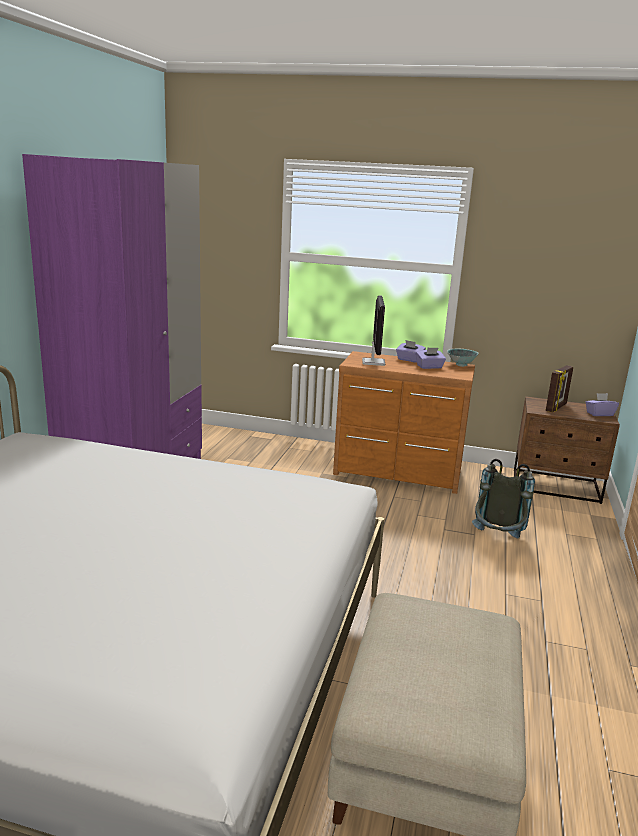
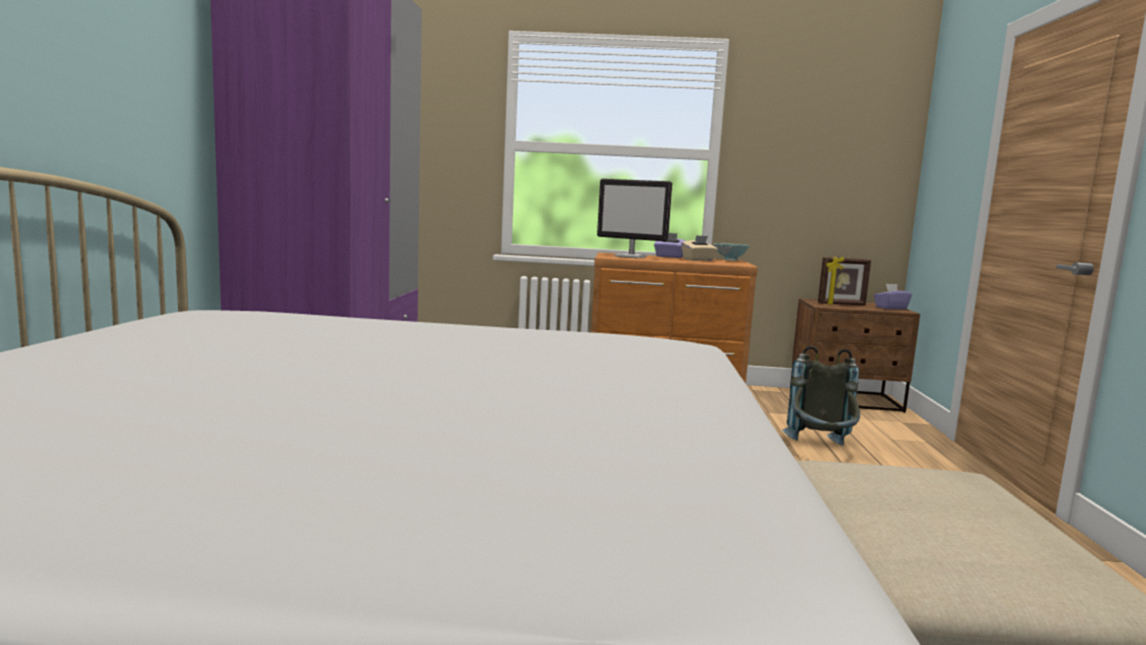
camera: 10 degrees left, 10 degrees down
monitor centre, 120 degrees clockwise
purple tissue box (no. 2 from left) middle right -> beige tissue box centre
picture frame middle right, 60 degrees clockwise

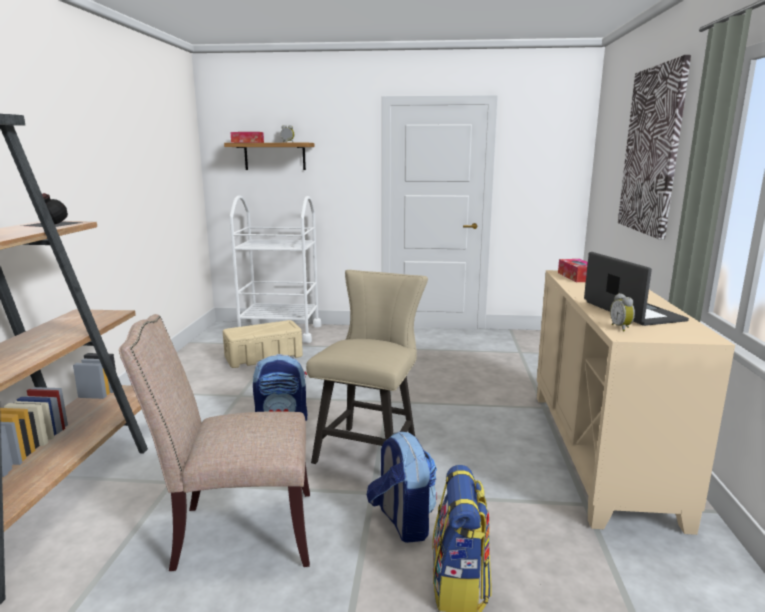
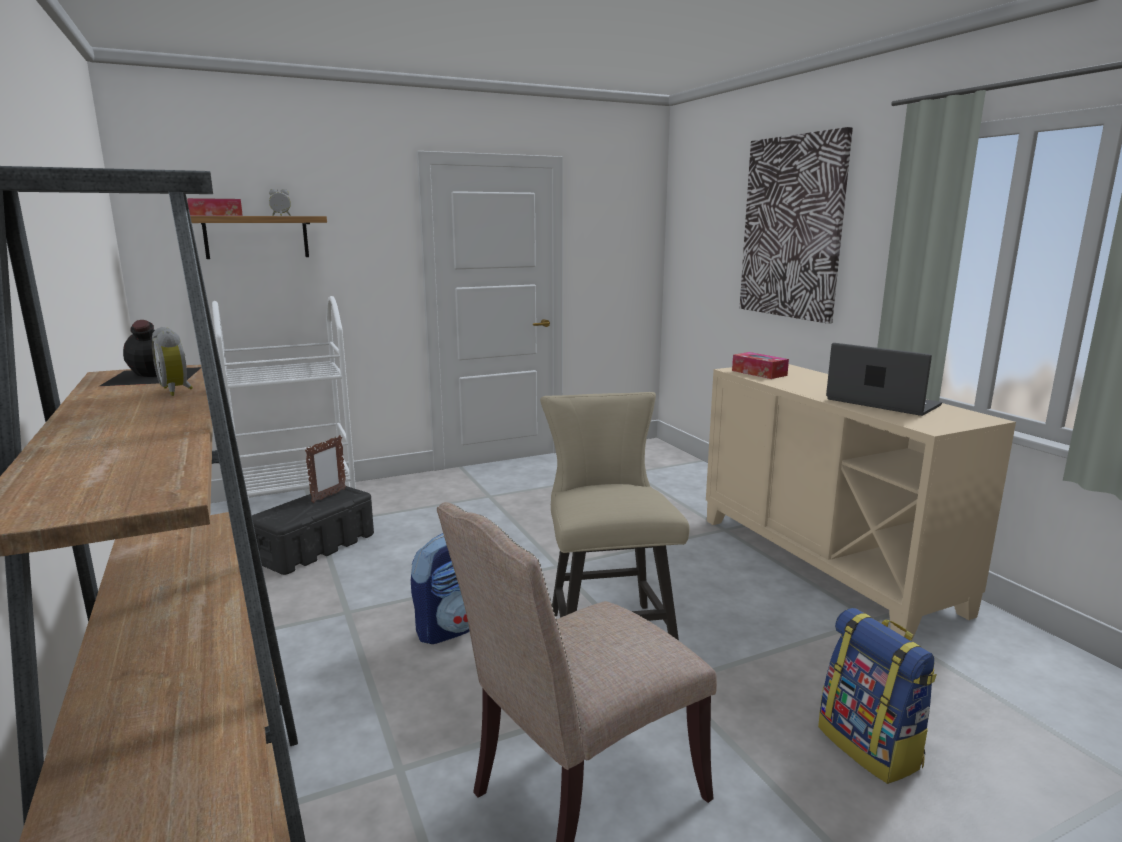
camera: 30 degrees left, 0 degrees up
alarm clock (no. 2 from left in the first image) middle right -> alarm clock (no. 1 from left) middle left, relocated
beige storage box centre -> black storage box middle left
none -> picture frame middle left
backpack (no. 2 from left) bottom centre -> none

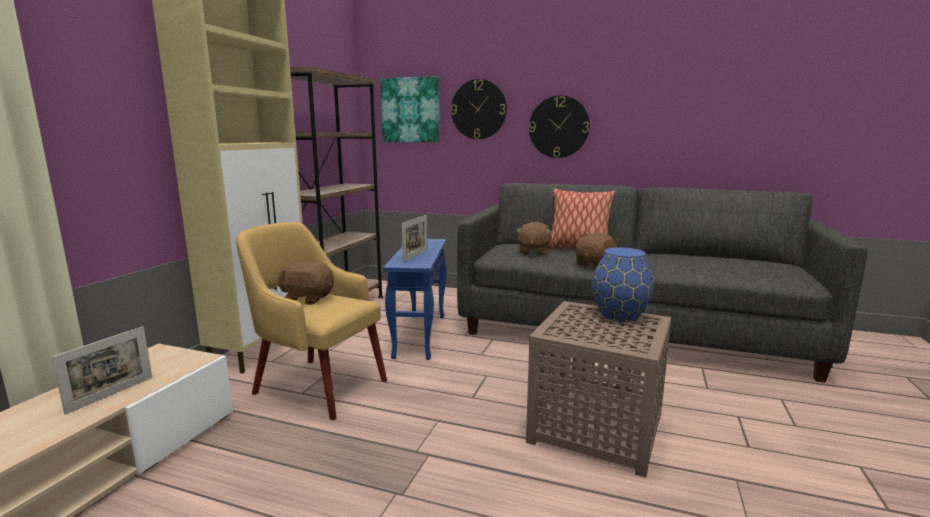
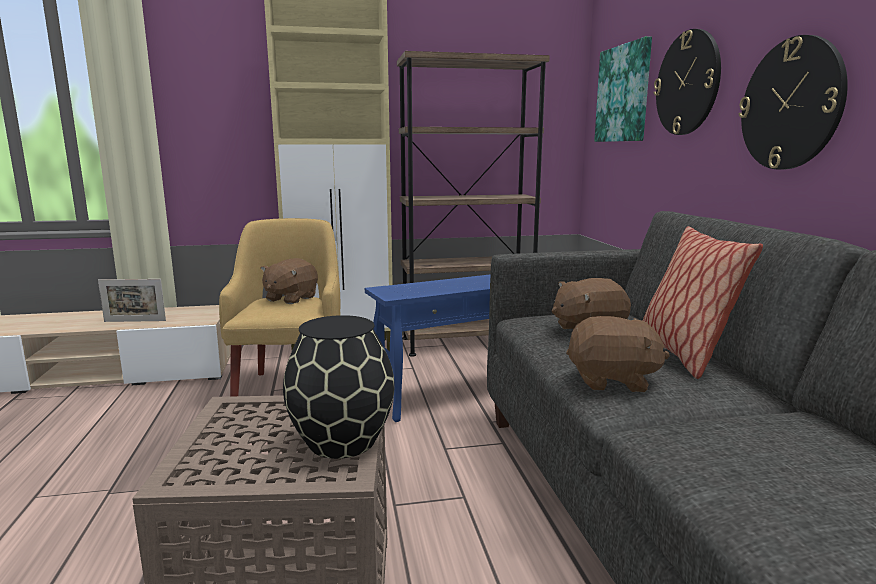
camera: 60 degrees right, 0 degrees up
brown plush toy (no. 1 from left) middle left, 135 degrees counterclockwise
blue vase middle right -> black vase centre
picture frame (no. 2 from left) centre -> none

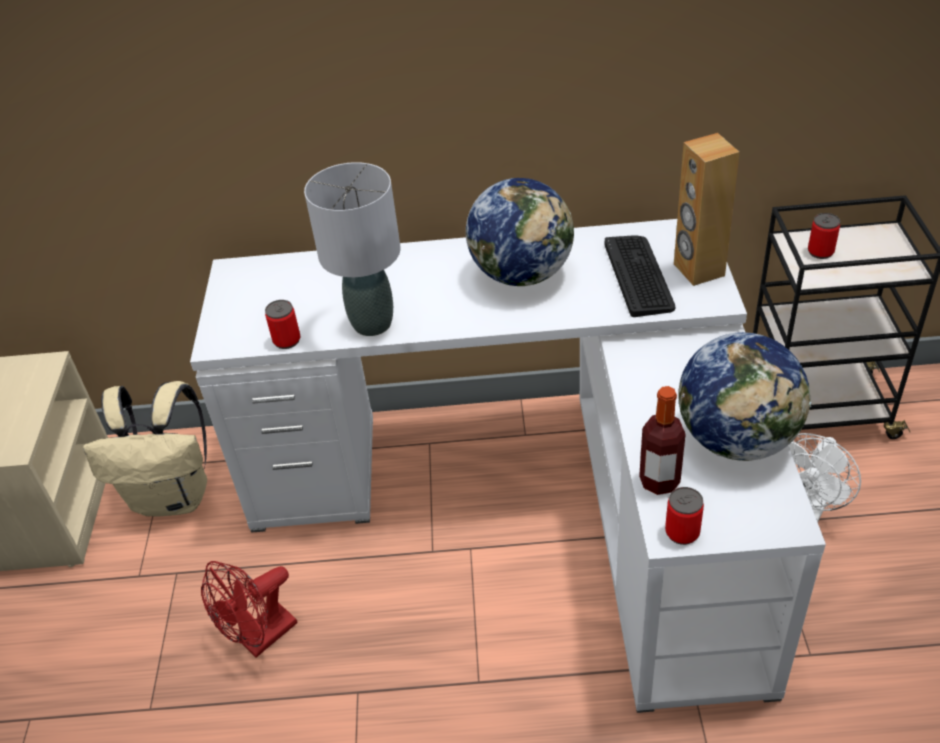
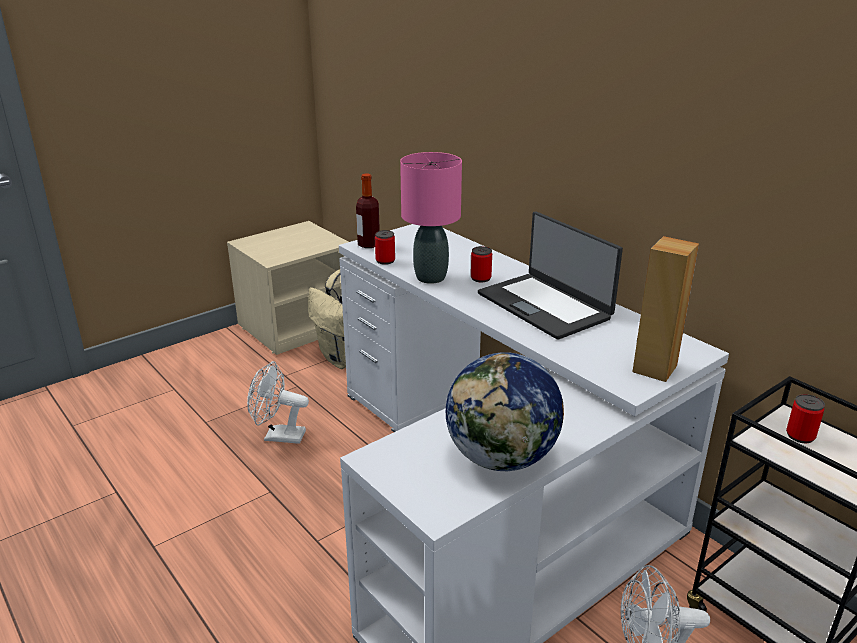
camera: 50 degrees right, 15 degrees down
red fan bottom left -> white fan (no. 1 from left) middle left
bottle middle right -> bottle top centre, relocated
grey table lamp centre -> pink table lamp centre
can (no. 2 from left) bottom right -> can (no. 2 from left) centre, relocated
globe (no. 1 from left) top centre -> laptop centre
keyboard middle right -> none

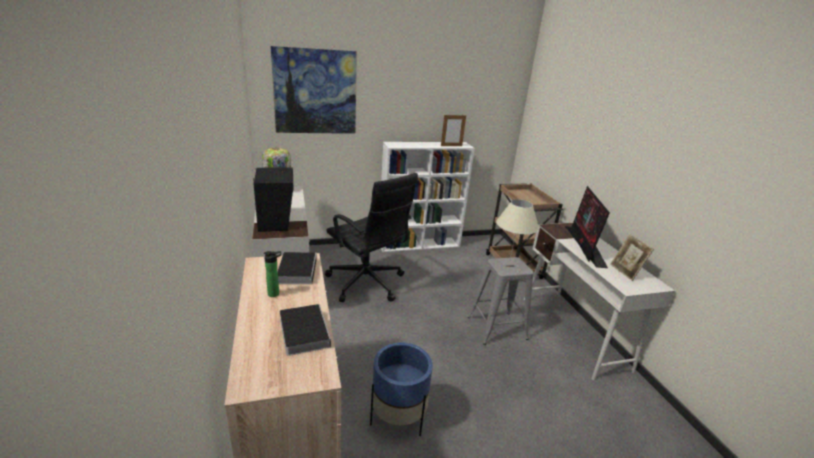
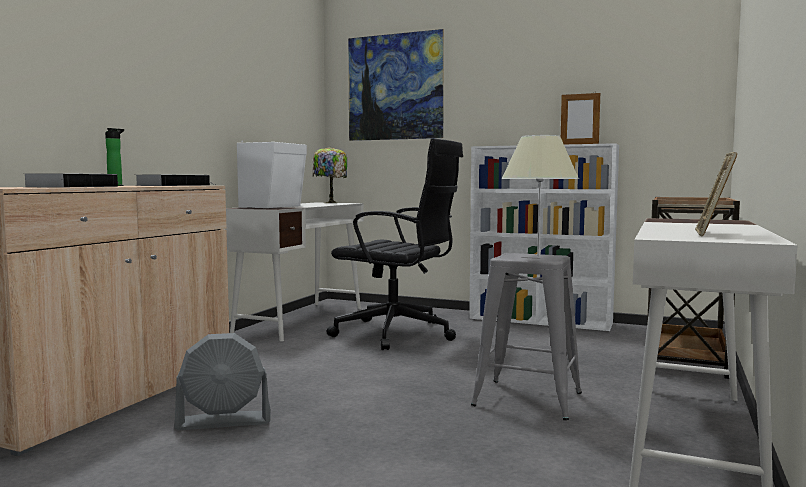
camera: 40 degrees right, 20 degrees down
blue planter bottom centre -> grey fan bottom left
black speaker centre -> white speaker centre
black office chair centre, 60 degrees counterclockwise
monitor middle right -> none

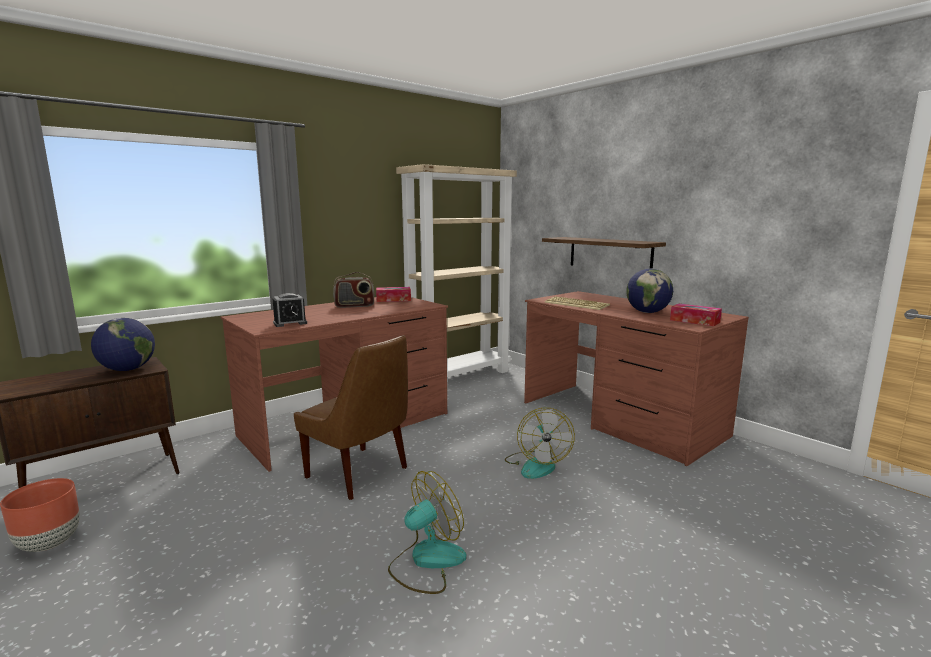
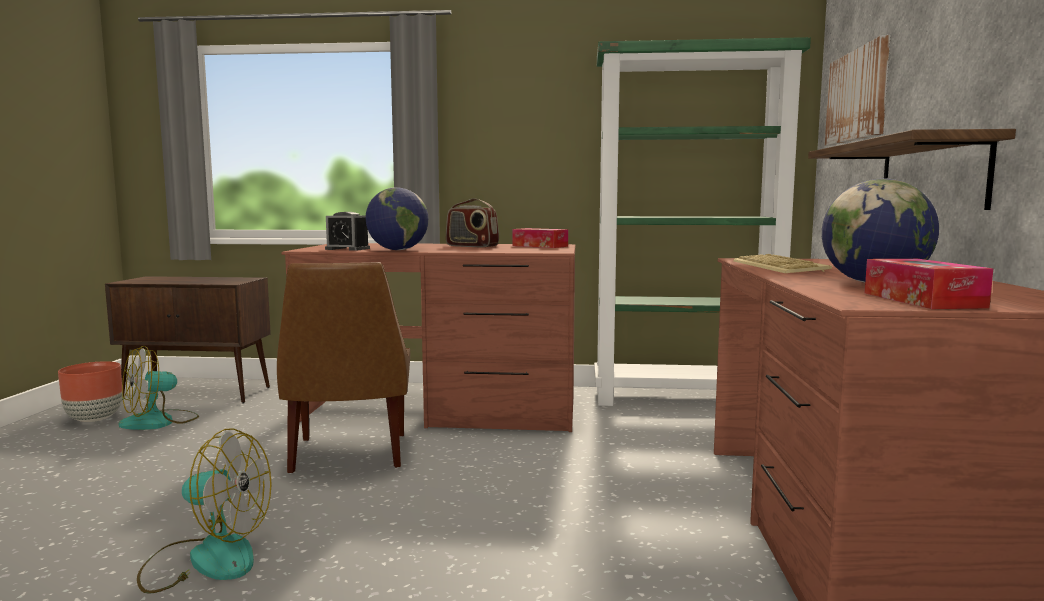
camera: 45 degrees right, 5 degrees down
fan (no. 2 from left in the first image) bottom centre -> fan (no. 1 from left) middle left, relocated
globe (no. 1 from left) middle left -> globe (no. 1 from left) centre, relocated
beige bookcase centre -> green bookcase middle right
none -> picture top right

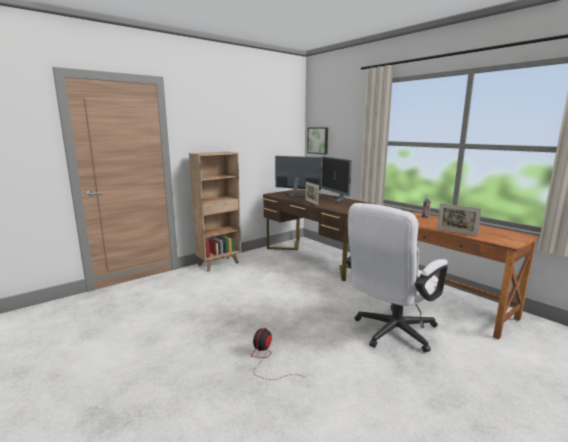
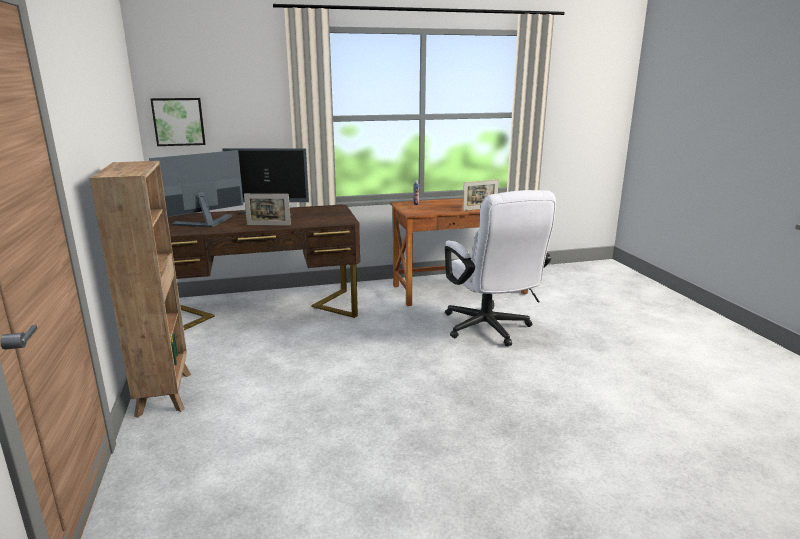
camera: 65 degrees left, 5 degrees up
fan bottom centre -> none

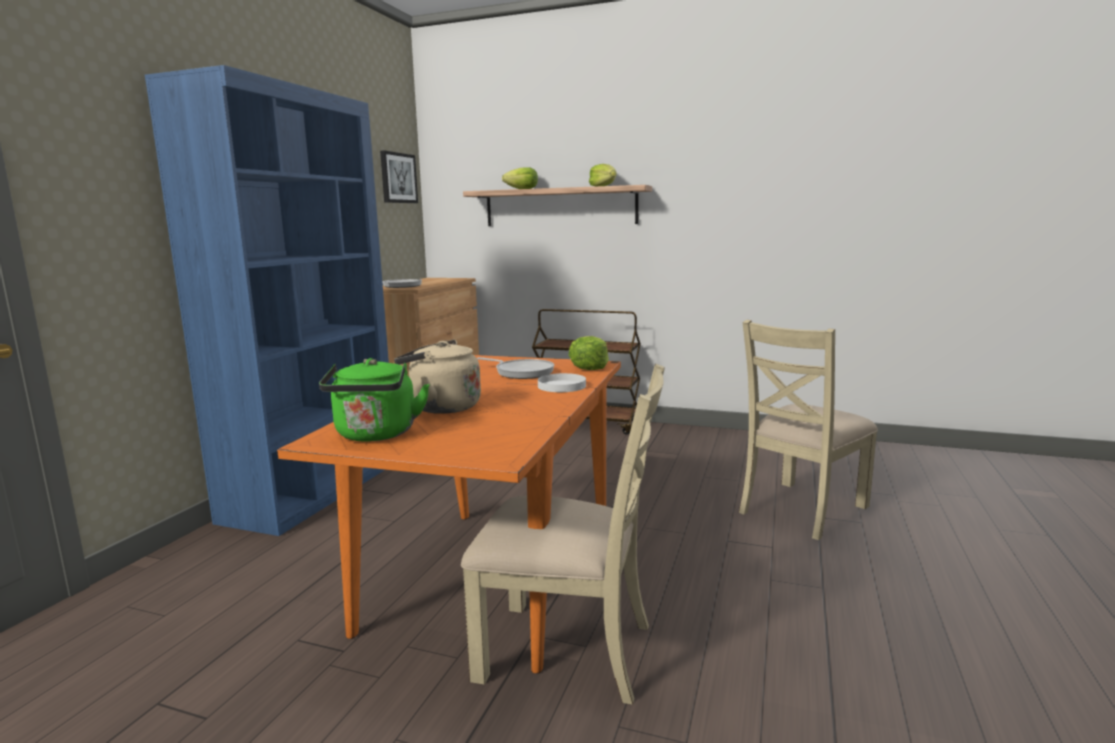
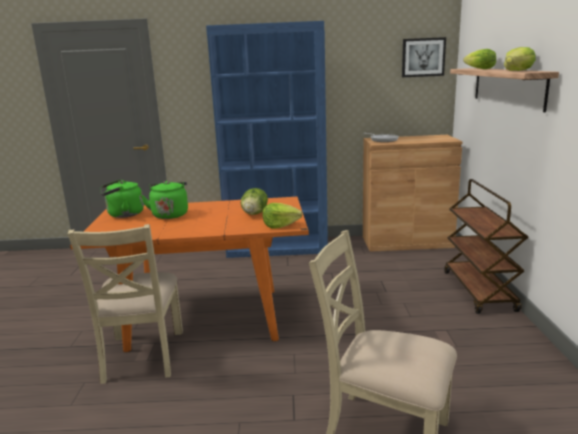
camera: 70 degrees right, 5 degrees up
beige kettle centre -> green kettle (no. 2 from left) middle left
frying pan (no. 2 from left) centre -> lettuce (no. 1 from left) centre
white plate centre -> none

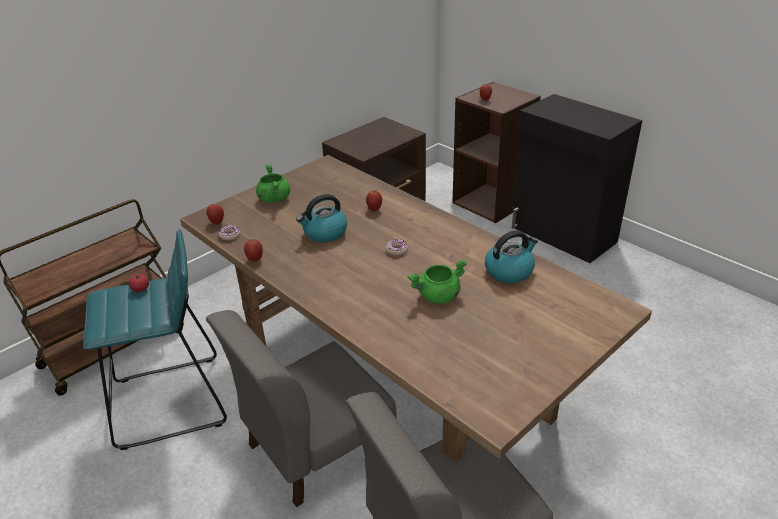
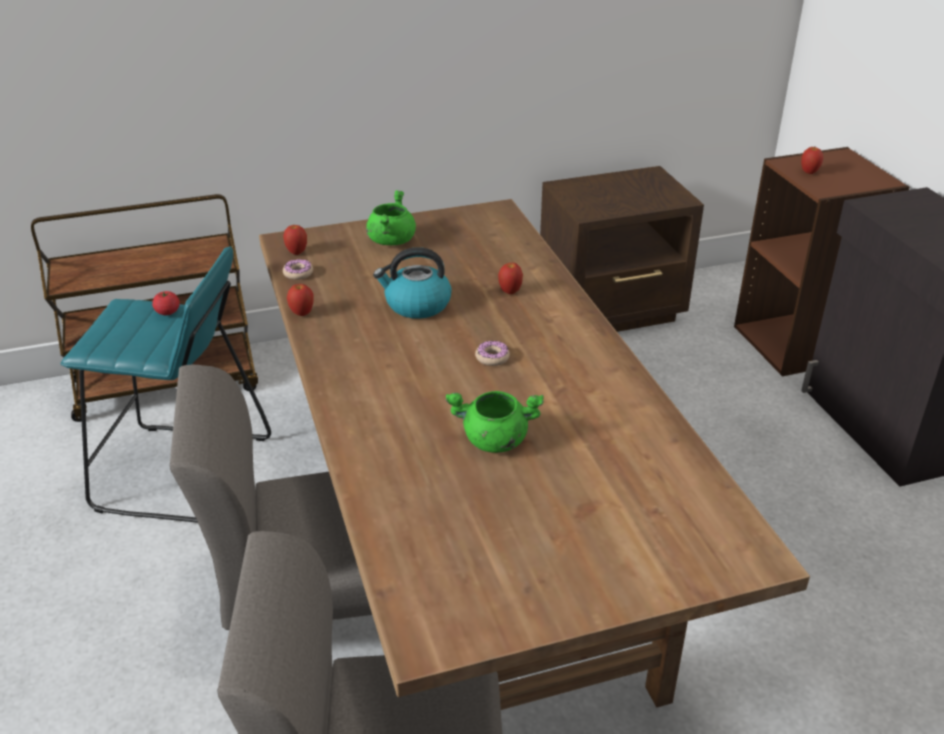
camera: 25 degrees right, 0 degrees up
kettle (no. 2 from left) centre -> none

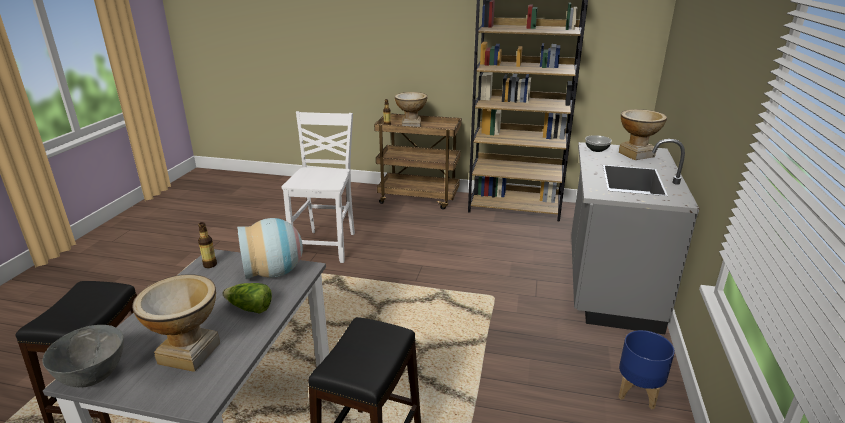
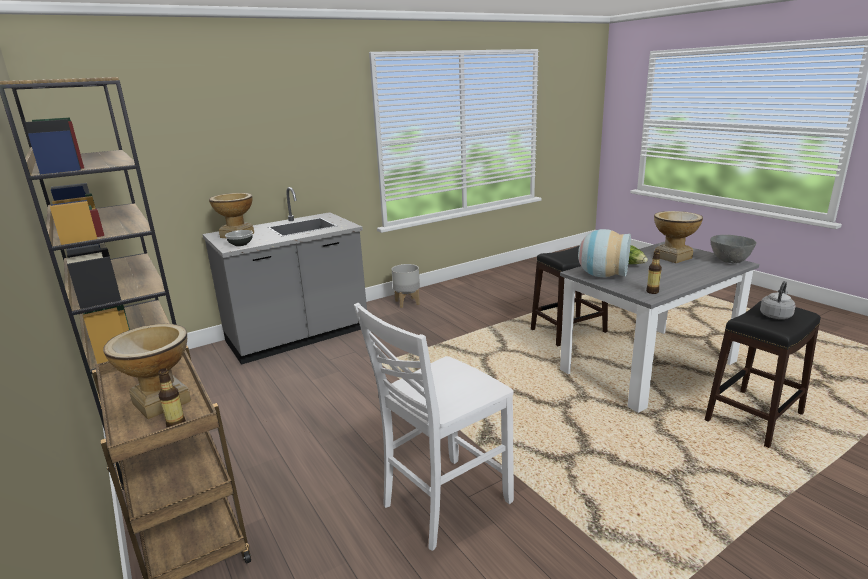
camera: 135 degrees left, 5 degrees down
blue planter bottom right -> grey planter centre
none -> grey kettle middle right

